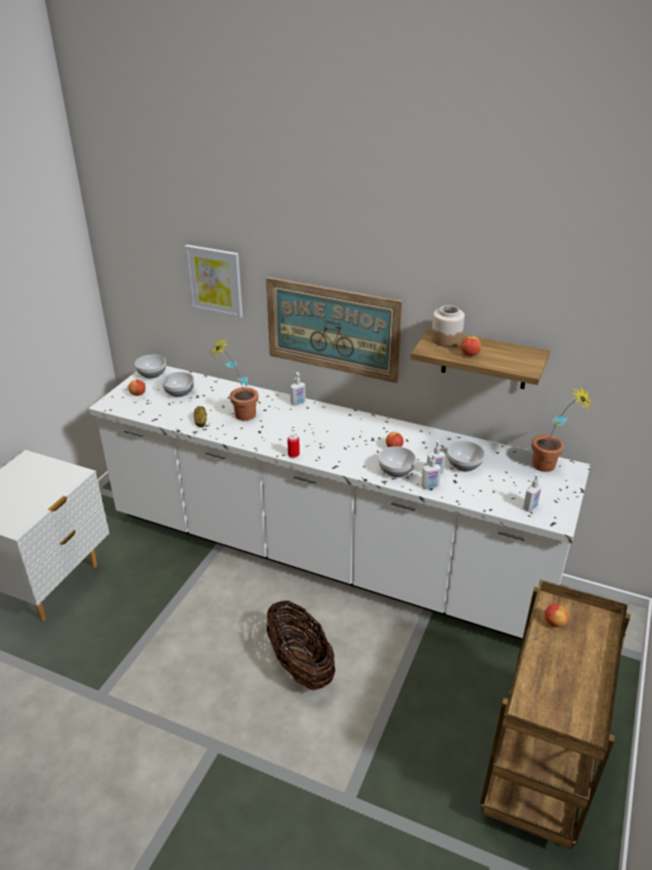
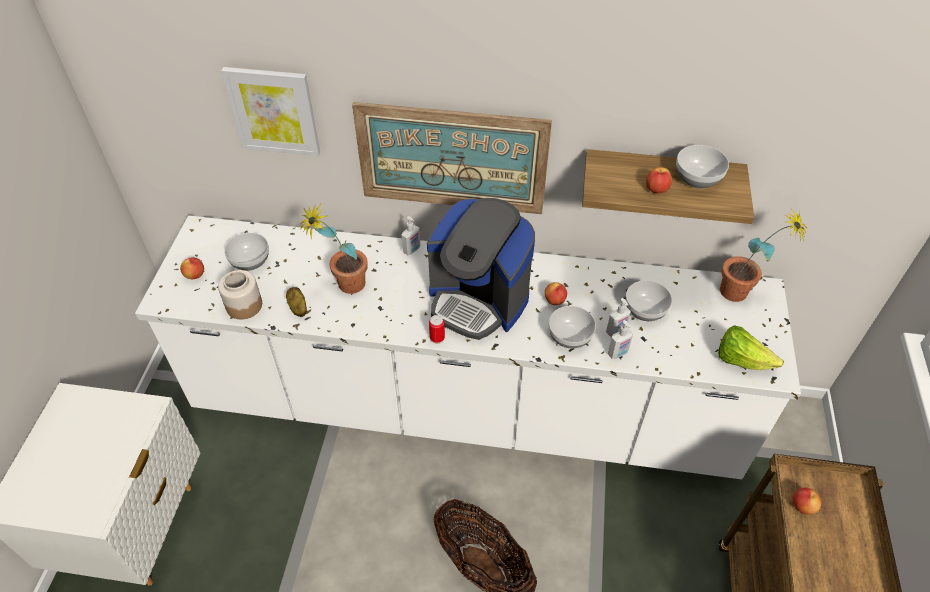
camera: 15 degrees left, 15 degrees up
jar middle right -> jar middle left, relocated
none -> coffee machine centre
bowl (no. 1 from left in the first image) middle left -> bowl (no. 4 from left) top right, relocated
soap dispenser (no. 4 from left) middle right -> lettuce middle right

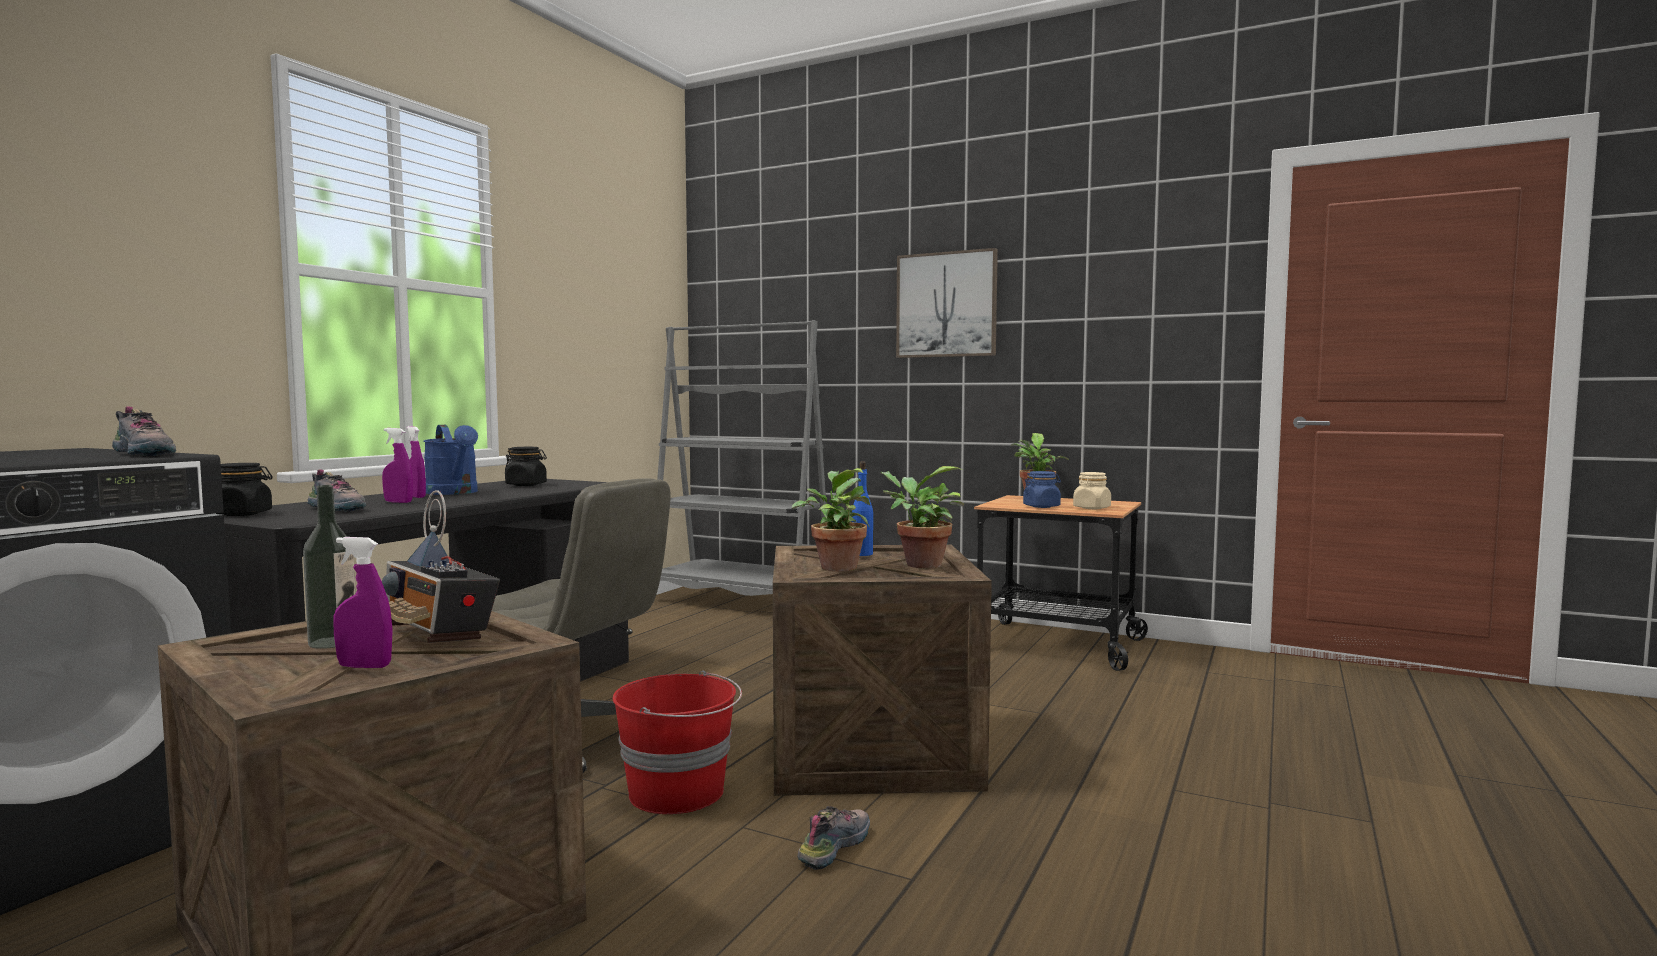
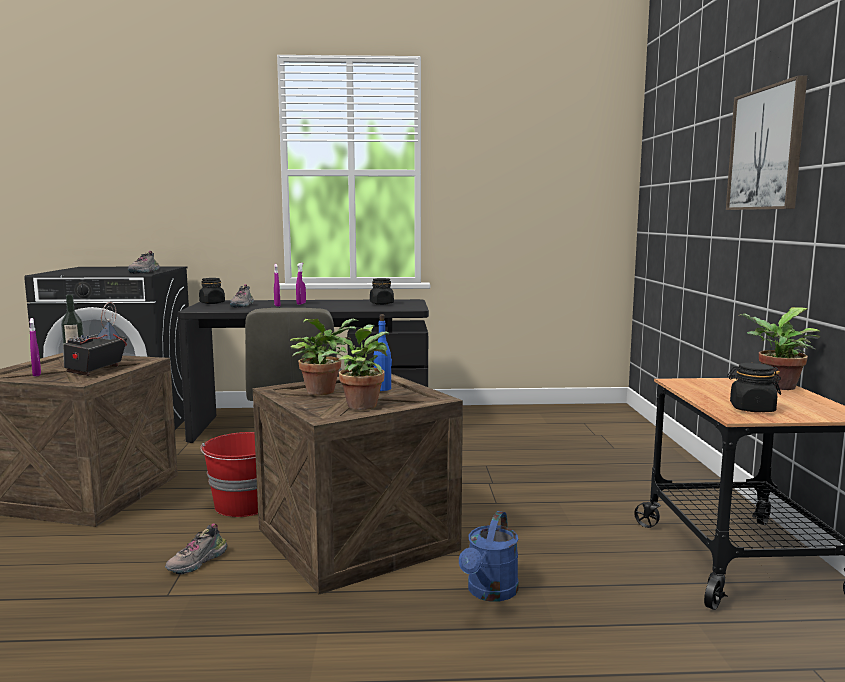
camera: 60 degrees right, 5 degrees up
shoe (no. 3 from left in the first image) bottom centre -> shoe (no. 2 from left) bottom left, 120 degrees clockwise
blue watering can middle left -> blue watering can bottom centre, relocated
beige jar centre -> black jar (no. 3 from left) middle right
grey bookcase centre -> none
blue jar centre -> none

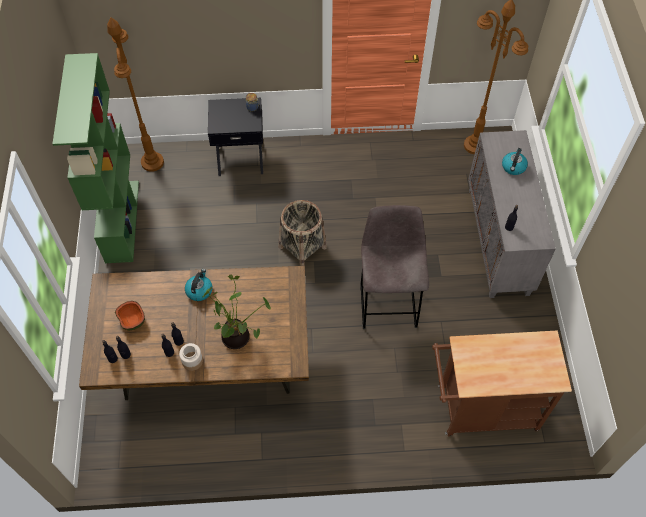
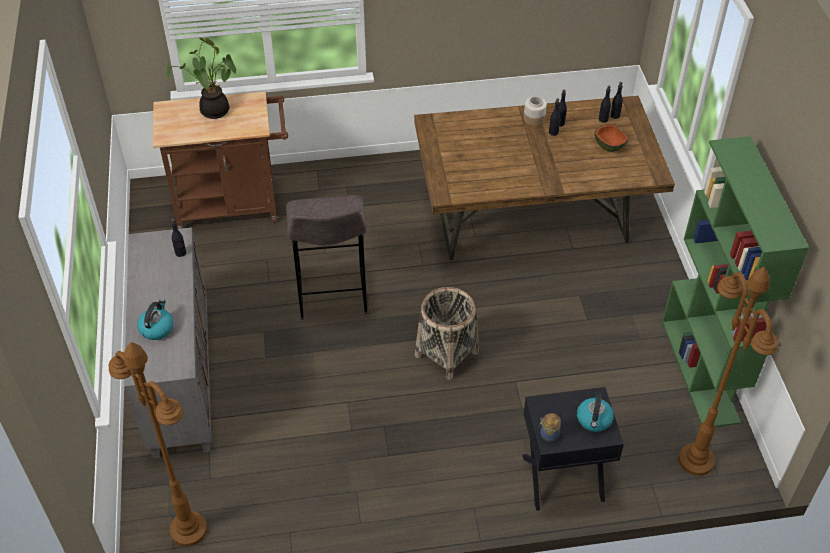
camera: 175 degrees right, 10 degrees down
potted plant centre -> potted plant top left, relocated
kettle (no. 1 from left in the first image) middle left -> kettle (no. 2 from left) bottom right, relocated

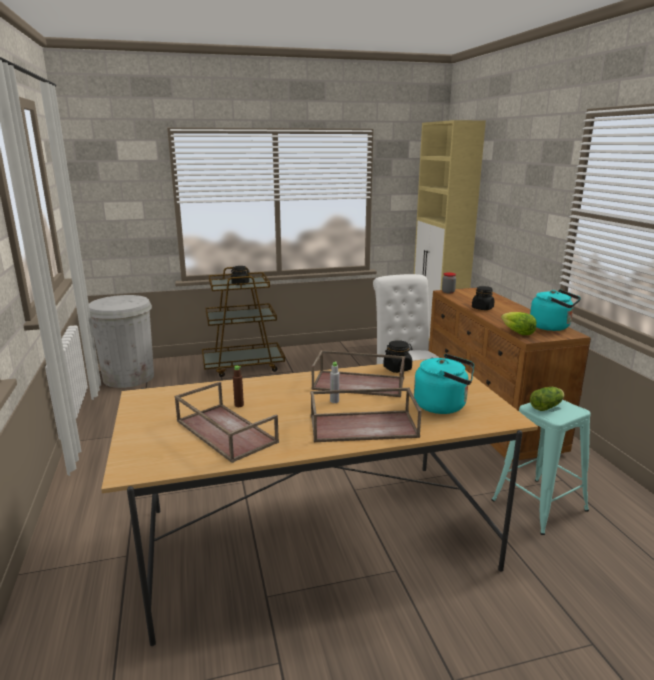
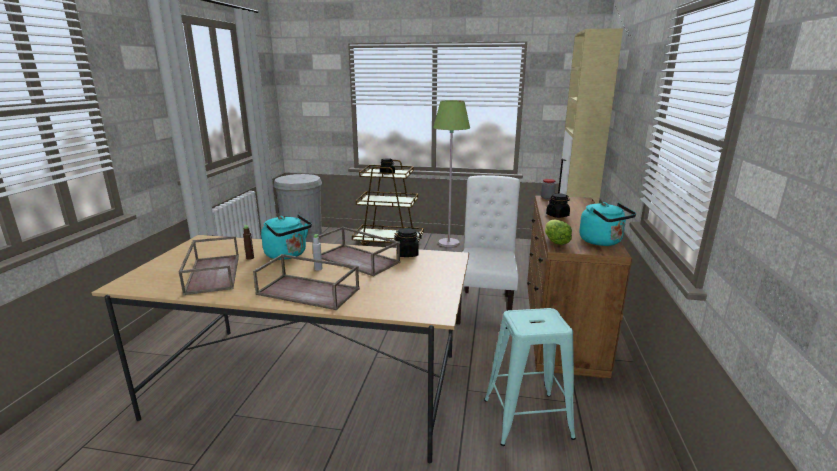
camera: 25 degrees right, 0 degrees up
turquoise kettle (no. 1 from left) middle right -> turquoise kettle (no. 1 from left) centre, relocated
none -> green floor lamp centre
lettuce (no. 2 from left) middle right -> none

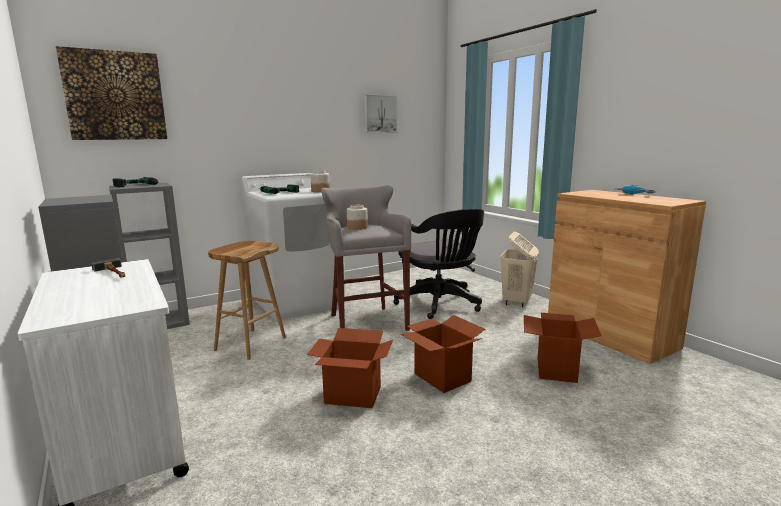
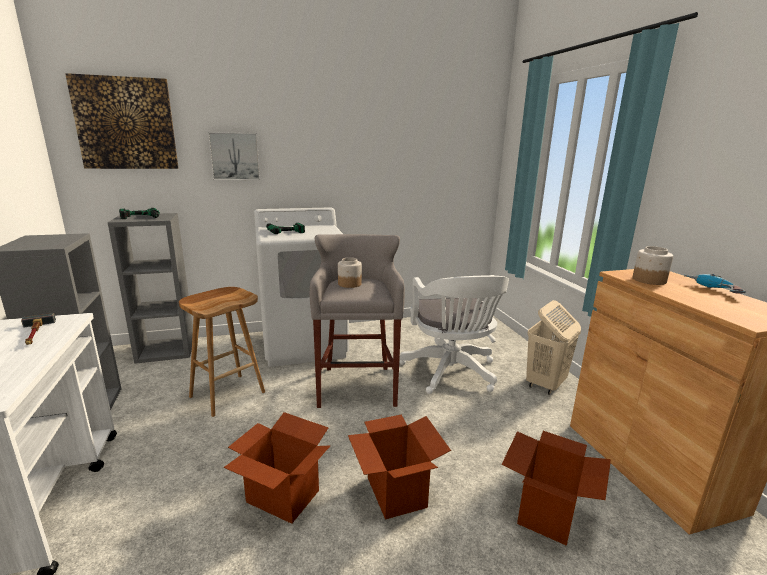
camera: 15 degrees right, 5 degrees up
picture (no. 2 from left) top centre -> picture (no. 2 from left) top left, relocated
black office chair centre -> white office chair centre
jar (no. 1 from left in the first image) centre -> jar (no. 2 from left) middle right, relocated

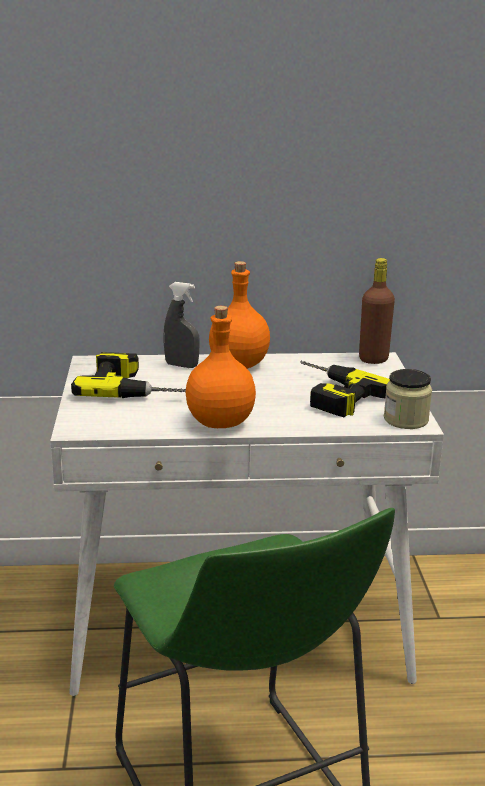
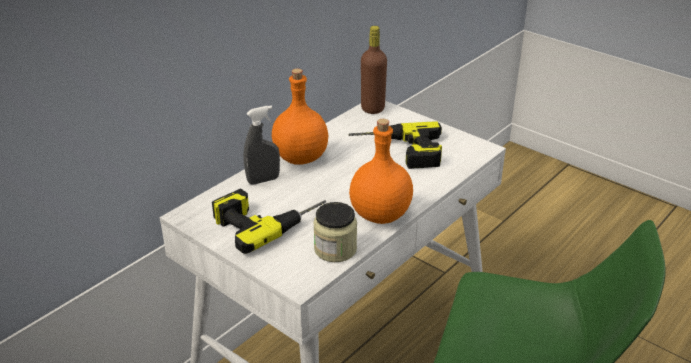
camera: 45 degrees left, 10 degrees up
jar middle right -> jar centre, relocated

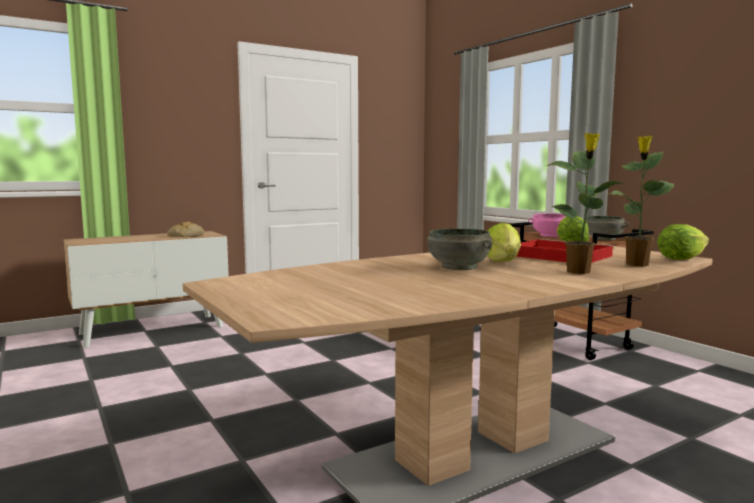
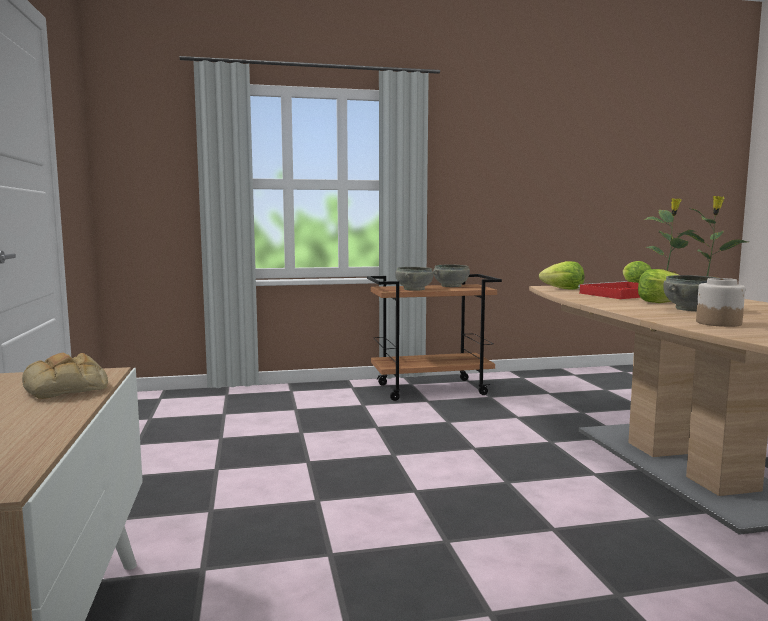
camera: 70 degrees left, 0 degrees up
pink bowl middle right -> grey bowl (no. 1 from left) centre
none -> jar middle right

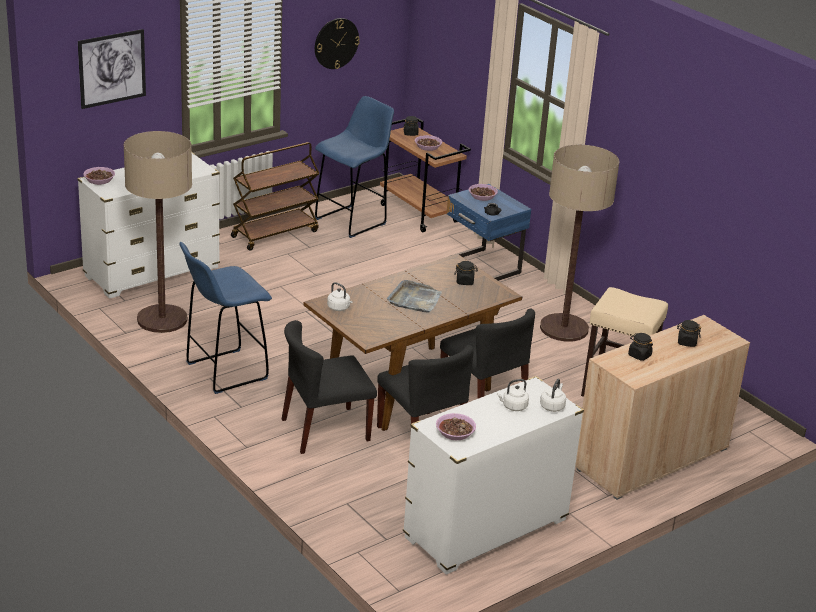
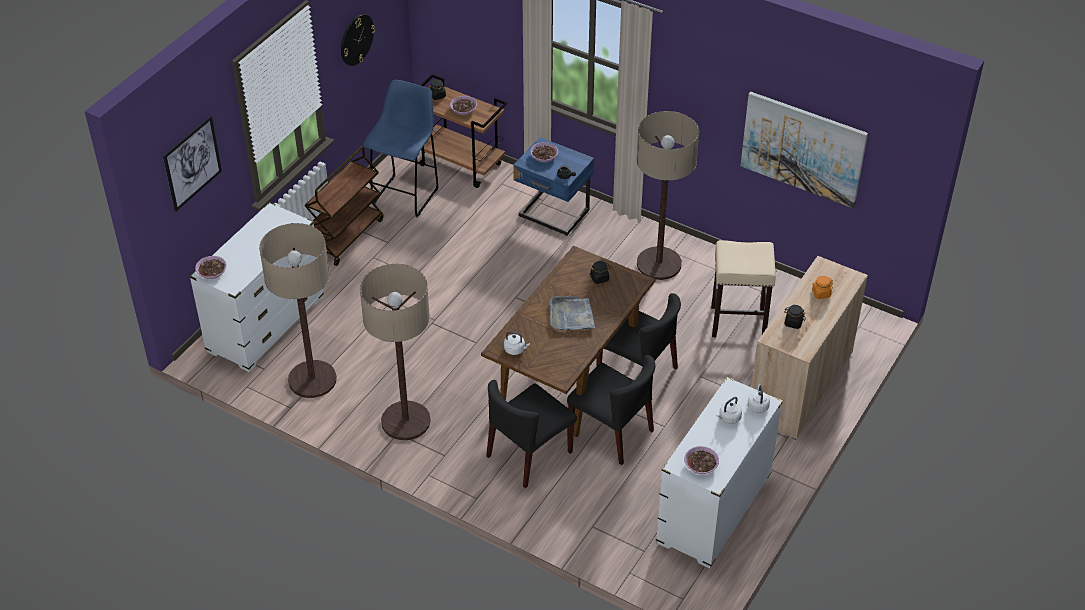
camera: 20 degrees left, 15 degrees up
blue stool (no. 1 from left) middle left -> floor lamp (no. 2 from left) centre
none -> picture (no. 2 from left) top right
black jar (no. 4 from left) middle right -> orange jar middle right

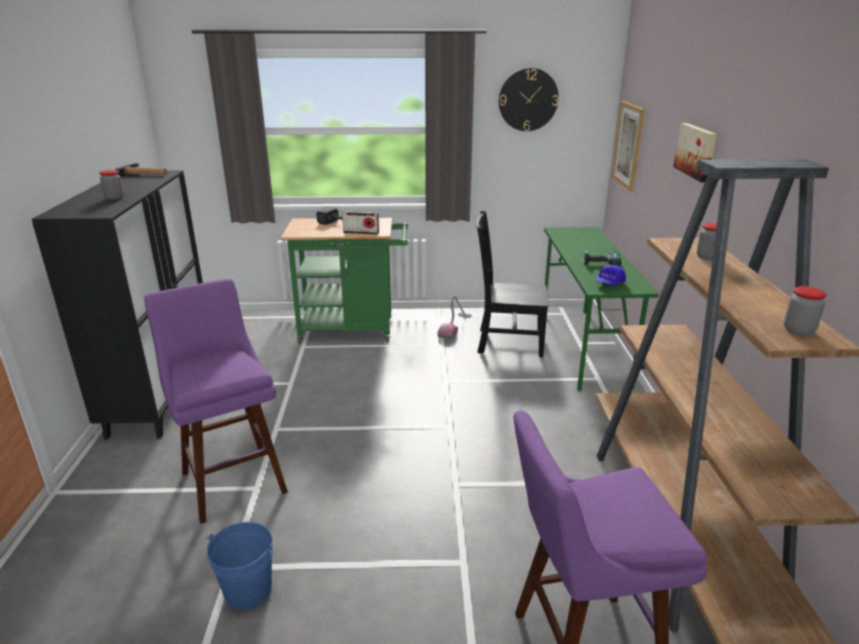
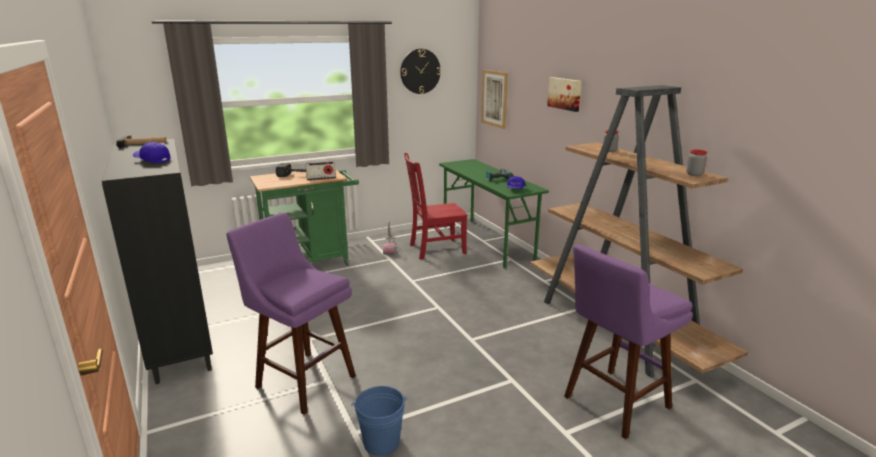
camera: 25 degrees left, 5 degrees down
jar (no. 1 from left) top left -> blue cap (no. 1 from left) top left
black chair centre -> red chair centre

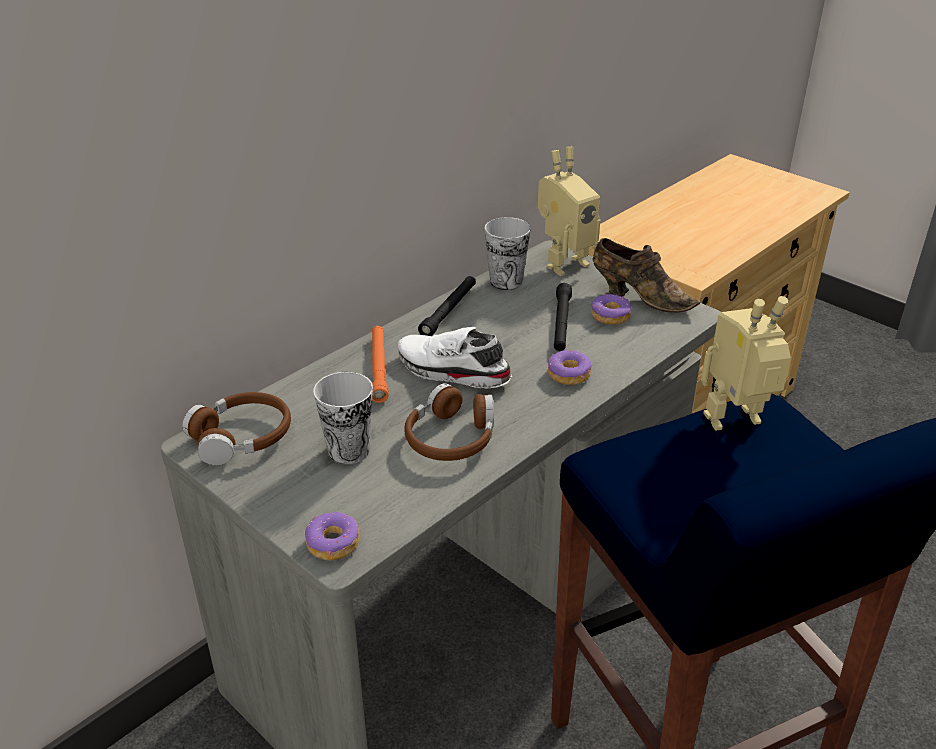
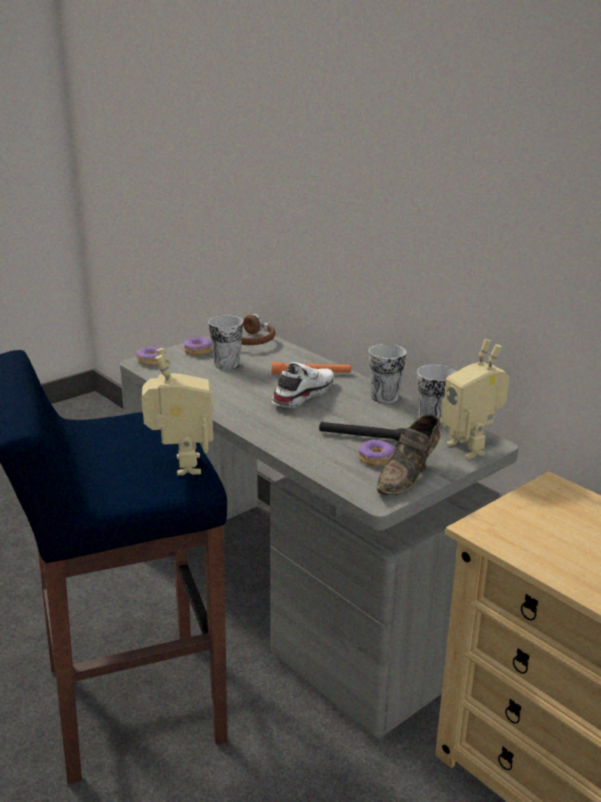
camera: 95 degrees right, 10 degrees down
donut (no. 2 from left) centre -> donut (no. 2 from left) middle left, relocated
black flashlight (no. 1 from left) centre -> cup (no. 2 from left) centre
brown headphones (no. 2 from left) centre -> none

